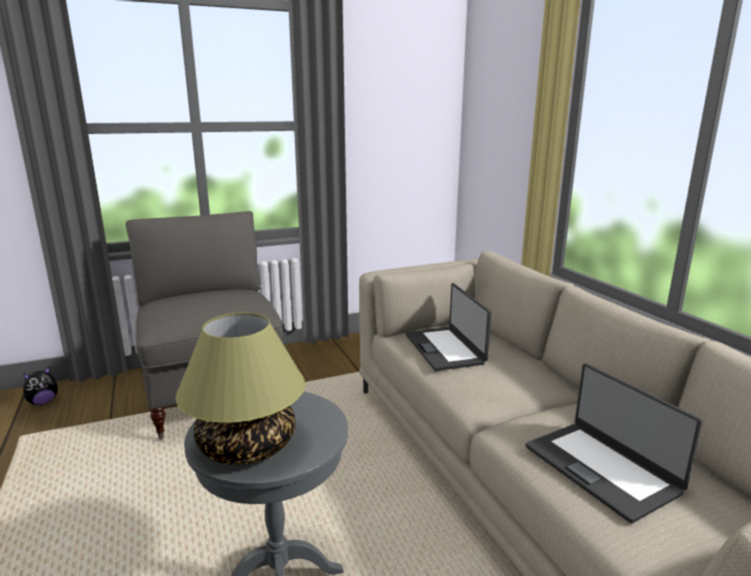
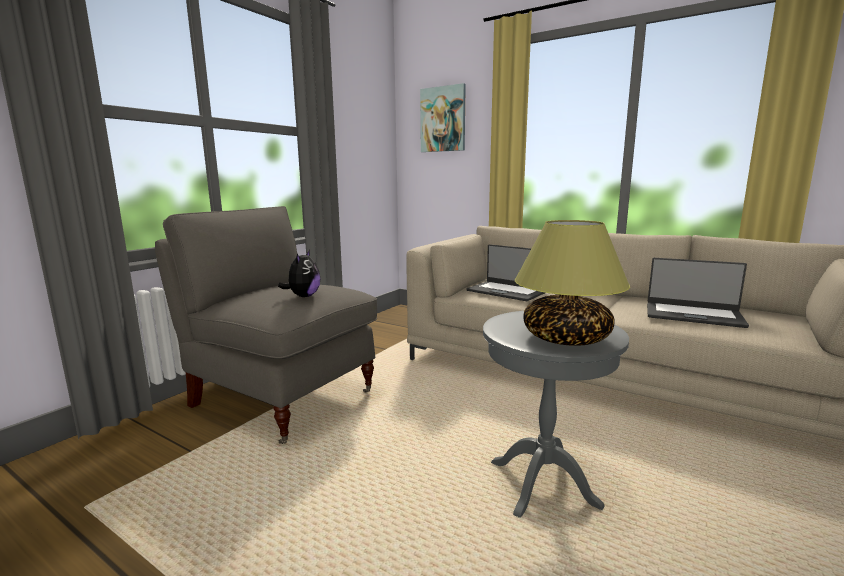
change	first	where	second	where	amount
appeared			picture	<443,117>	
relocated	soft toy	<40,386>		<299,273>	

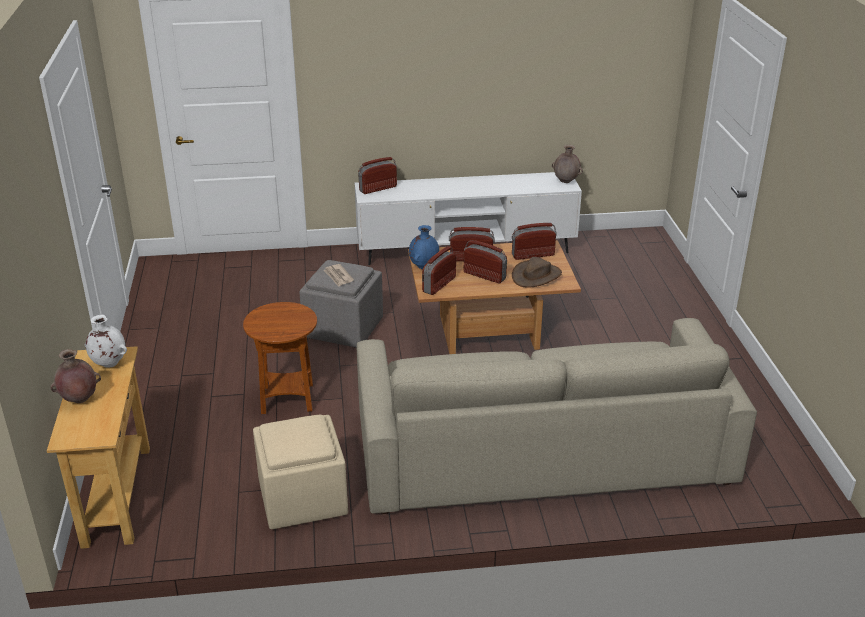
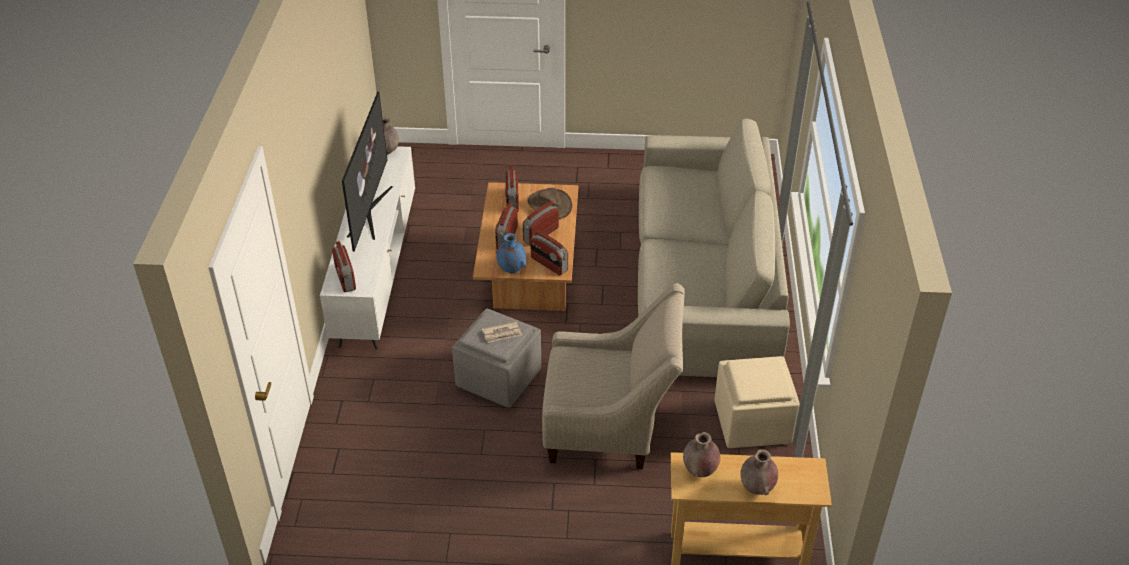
change	first	where	second	where	amount
appeared			television	<367,172>	
exchanged	brown accent table	<280,358>	sand-coloured lounge chair	<613,376>	
colour	whitish vase	<106,341>	brown vase	<701,454>	

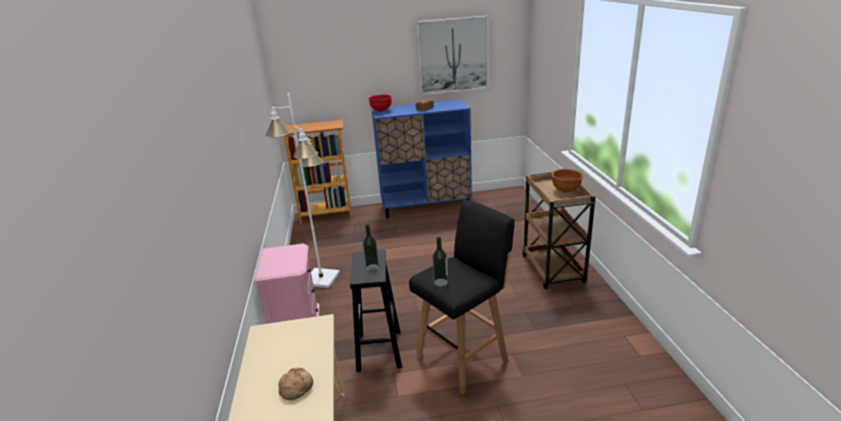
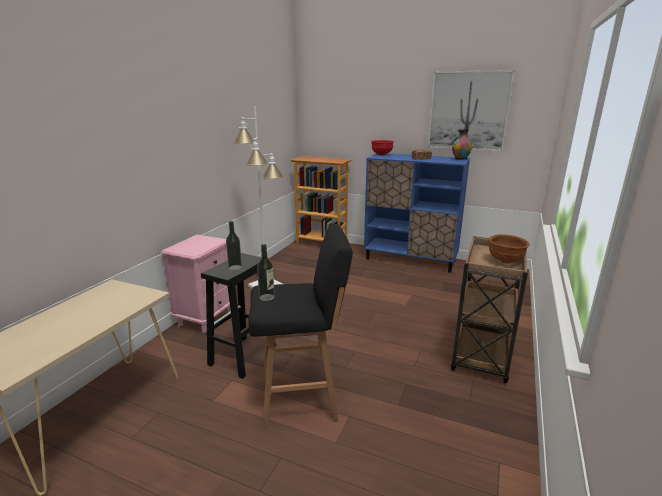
change	first	where	second	where	amount
missing	baked bread	<295,384>			
appeared			vase	<462,144>	

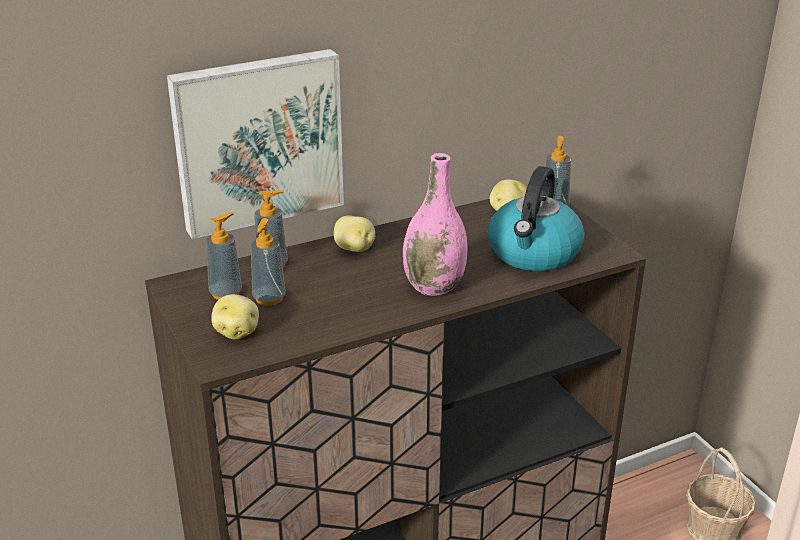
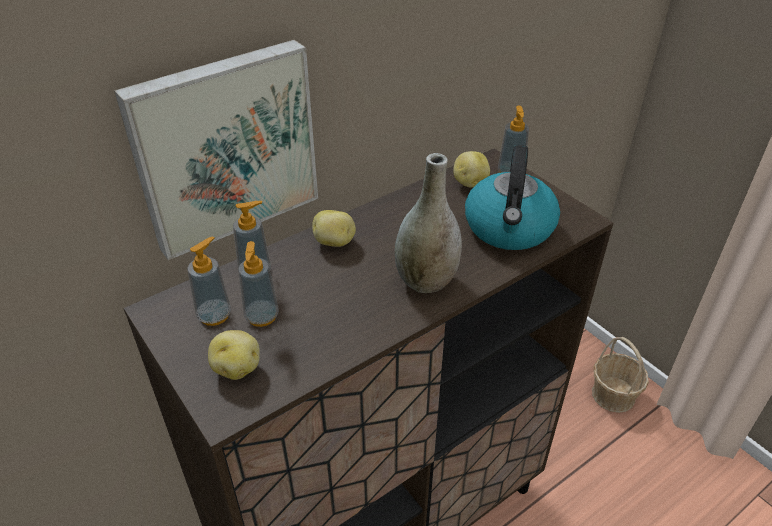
change	first	where	second	where	amount
colour	pink vase	<435,224>	gray vase	<428,223>	

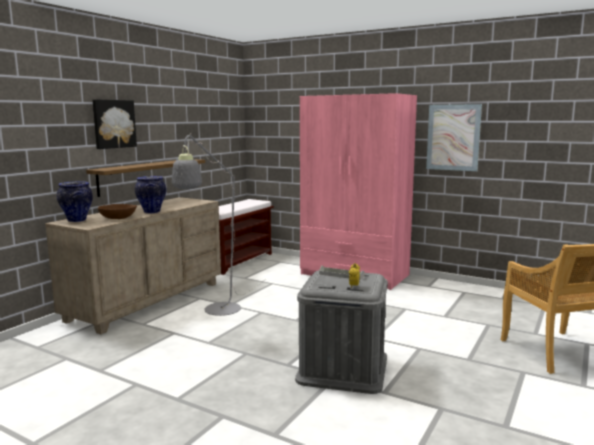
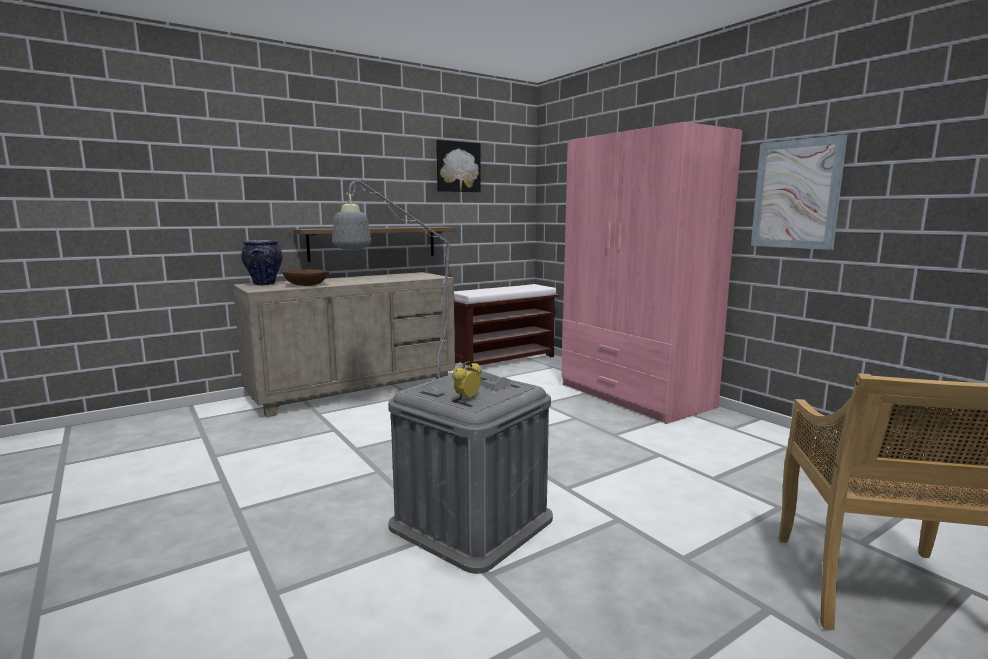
change	first	where	second	where	amount
missing	vase	<150,194>			
relocated	picture	<115,124>		<458,166>	

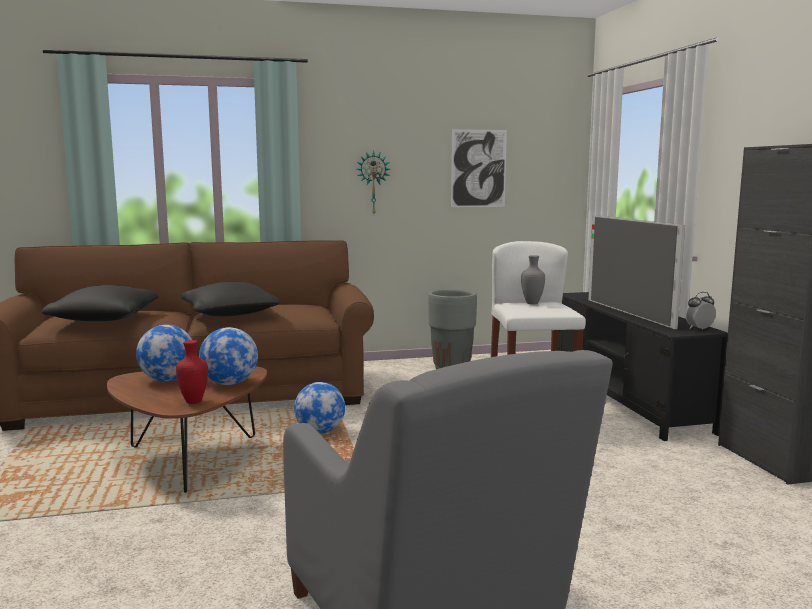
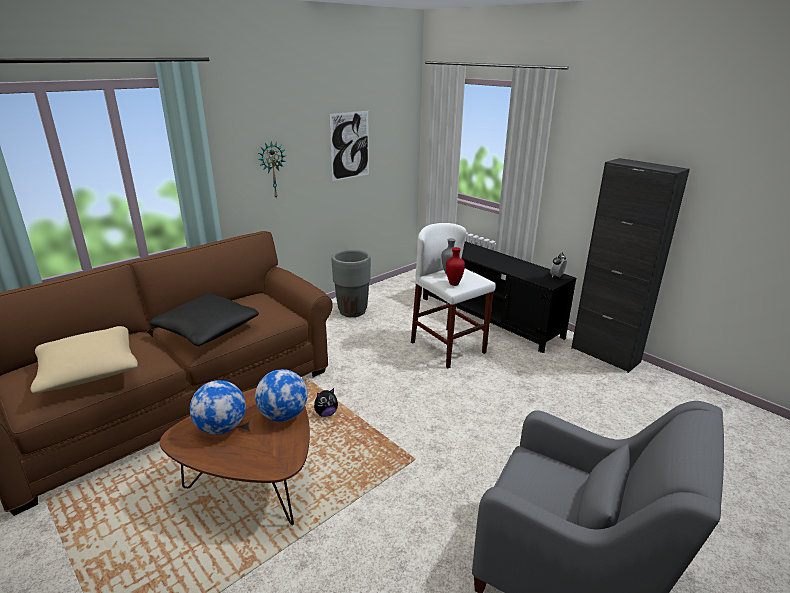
change	first	where	second	where	amount
missing	television	<636,272>			
relocated	reddish vase	<192,372>		<455,266>	
exchanged	globe	<319,408>	soft toy	<326,402>	
colour	black pillow	<100,303>	sand-coloured pillow	<84,360>	

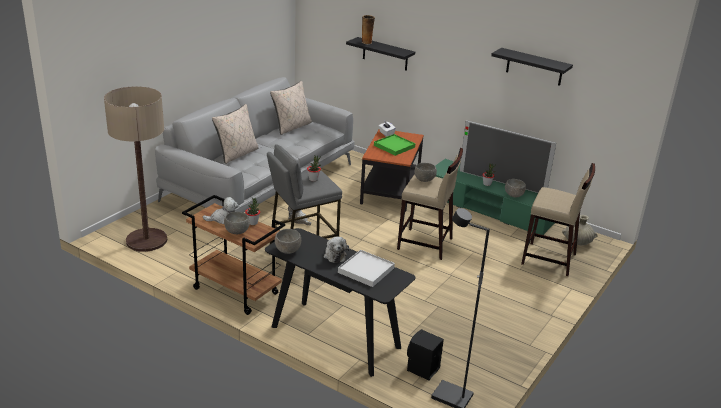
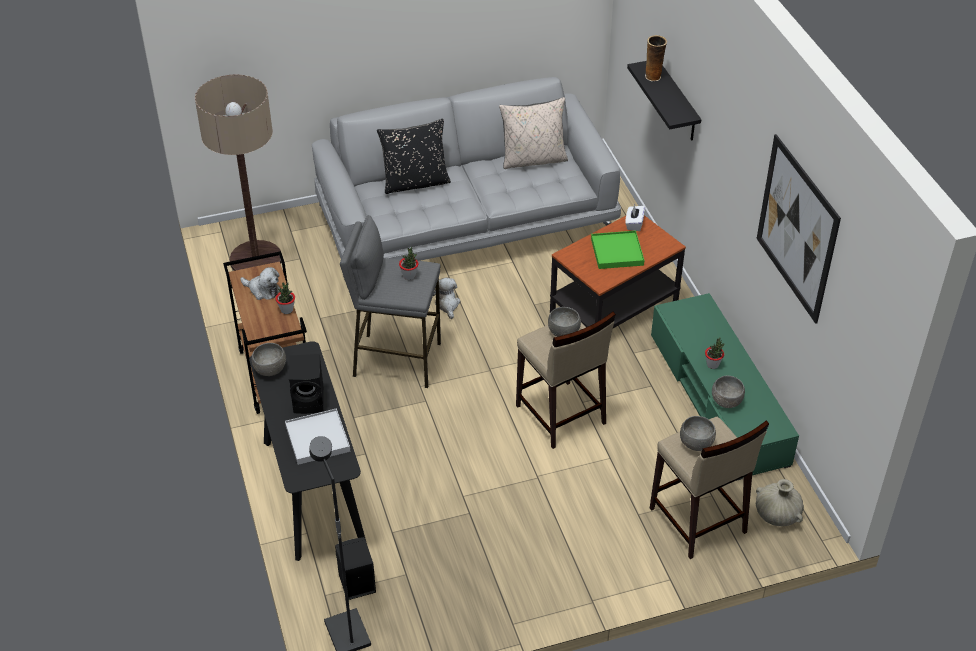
change	first	where	second	where	amount
missing	television	<508,156>			
relocated	gray serving bowl	<237,223>		<698,433>	
exchanged	soft toy	<336,250>	black audio speaker	<306,384>	
exchanged	black bracket shelf	<532,67>	picture	<799,229>	
colour	sand-coloured pillow	<235,134>	black pillow	<414,156>	

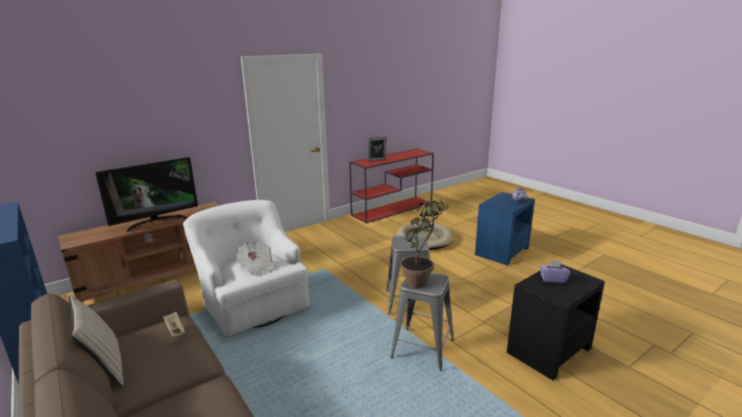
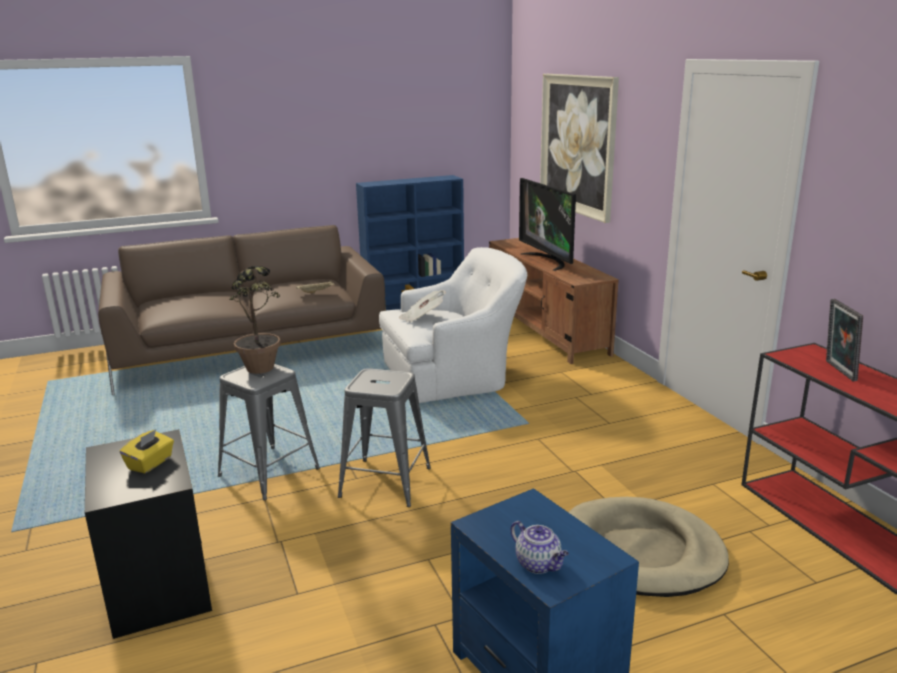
change	first	where	second	where	amount
missing	sand-coloured pillow	<96,340>			
appeared			picture	<579,148>	
colour	purple-coloured tissue holder	<555,271>	yellowish tissue holder	<147,451>	

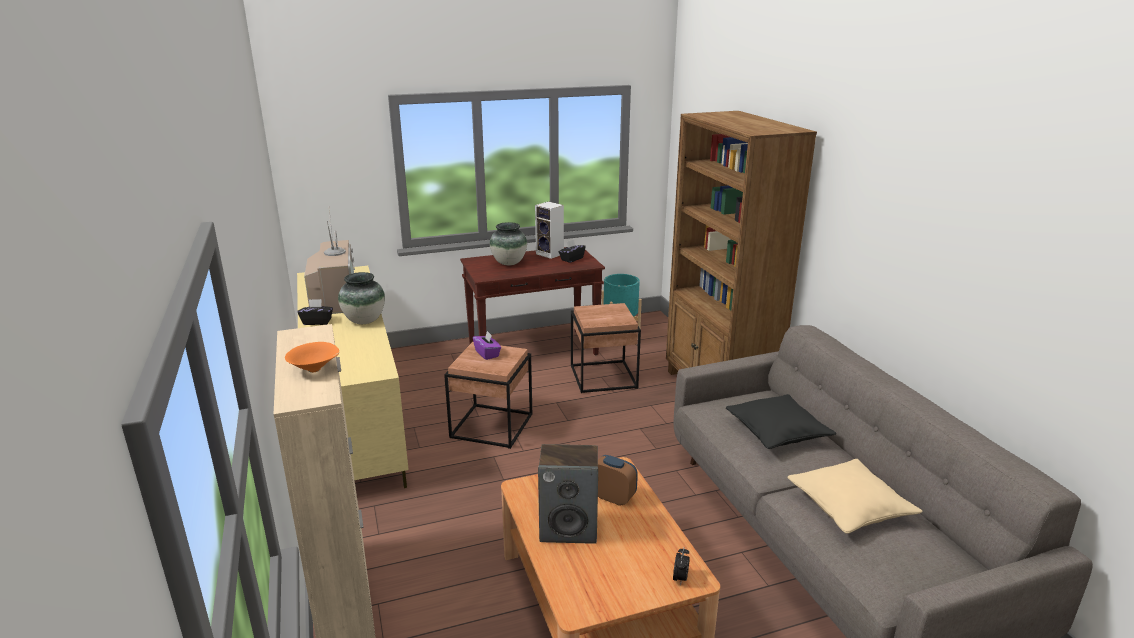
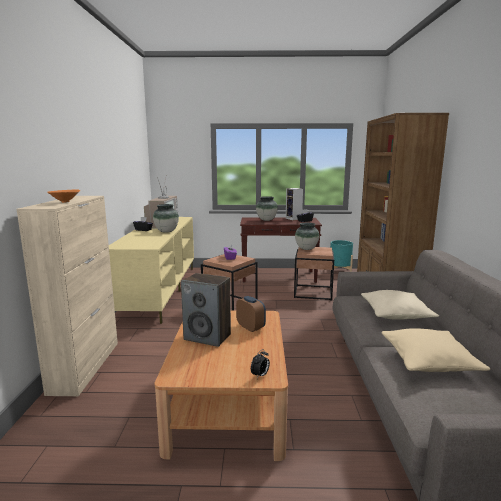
change	first	where	second	where	amount
appeared			vase	<307,236>	
colour	black pillow	<781,421>	sand-coloured pillow	<400,305>	

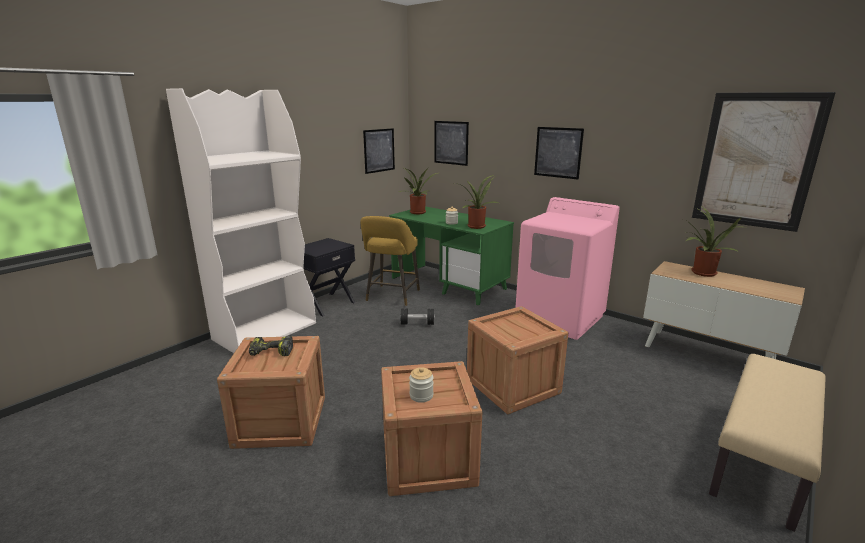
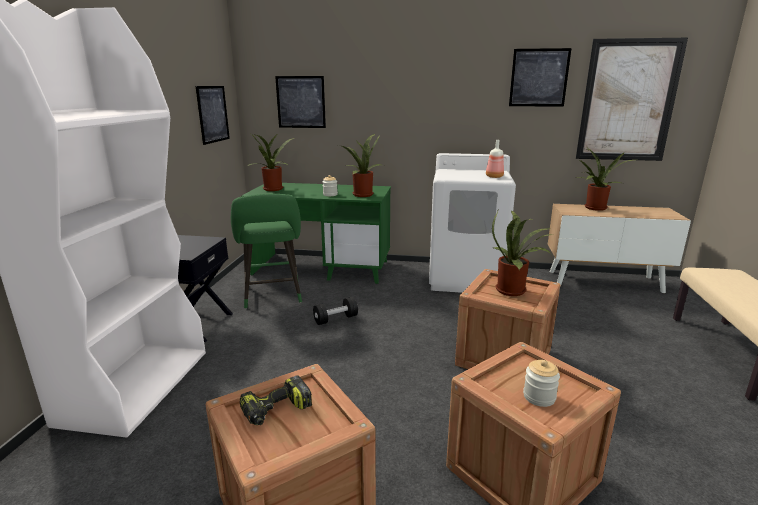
change	first	where	second	where	amount
appeared			beverage bottle	<495,159>	
appeared			plant in a pot	<522,253>	
relocated	picture	<559,153>		<540,77>	
colour	yellowish stool seat	<390,261>	green stool seat	<266,251>	
colour	pink laundry appliance	<567,268>	whitish laundry appliance	<472,223>	

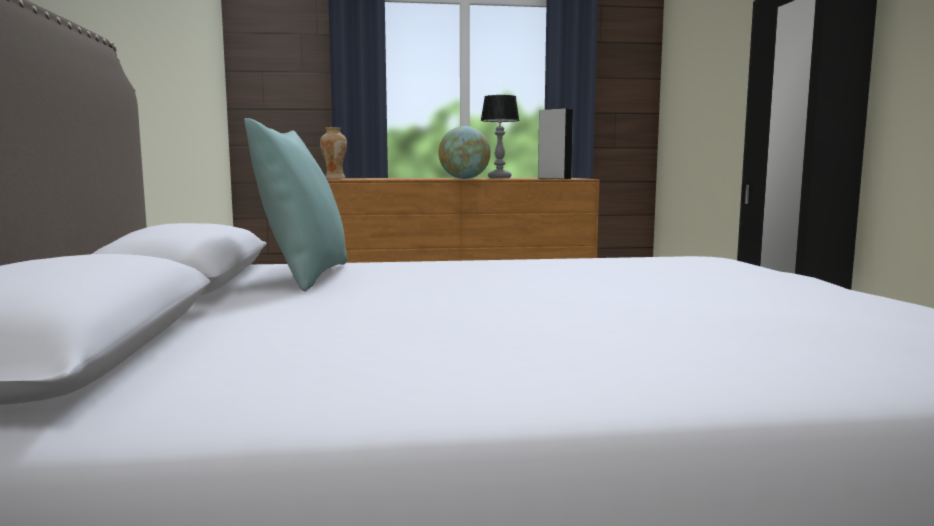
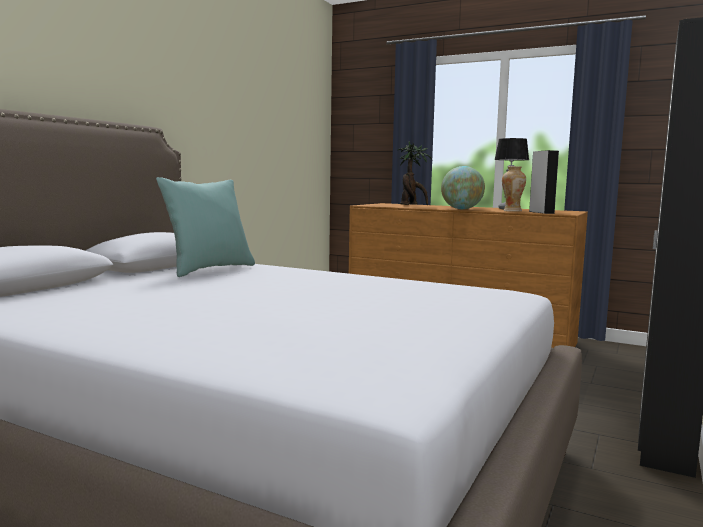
change	first	where	second	where	amount
appeared			plant in a pot	<415,173>	
relocated	vase	<333,153>		<514,189>	

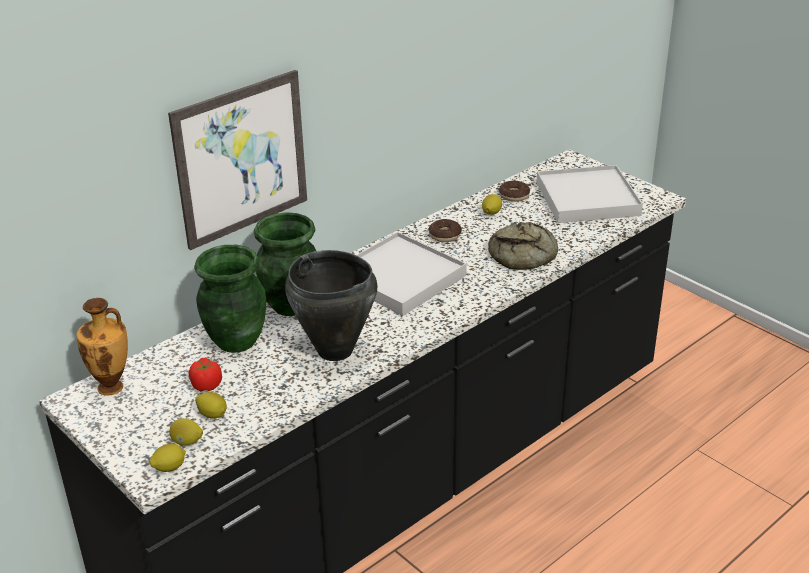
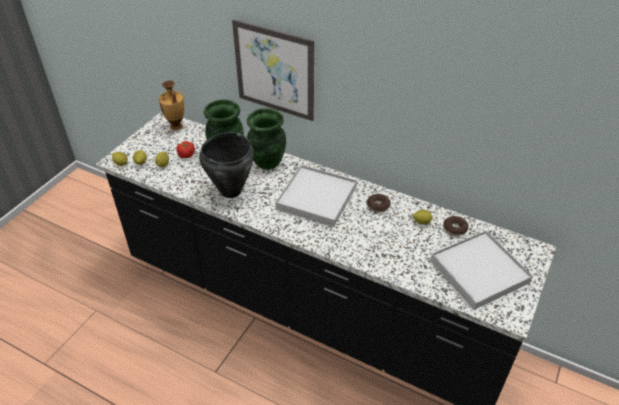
change	first	where	second	where	amount
missing	baked bread	<523,246>			

